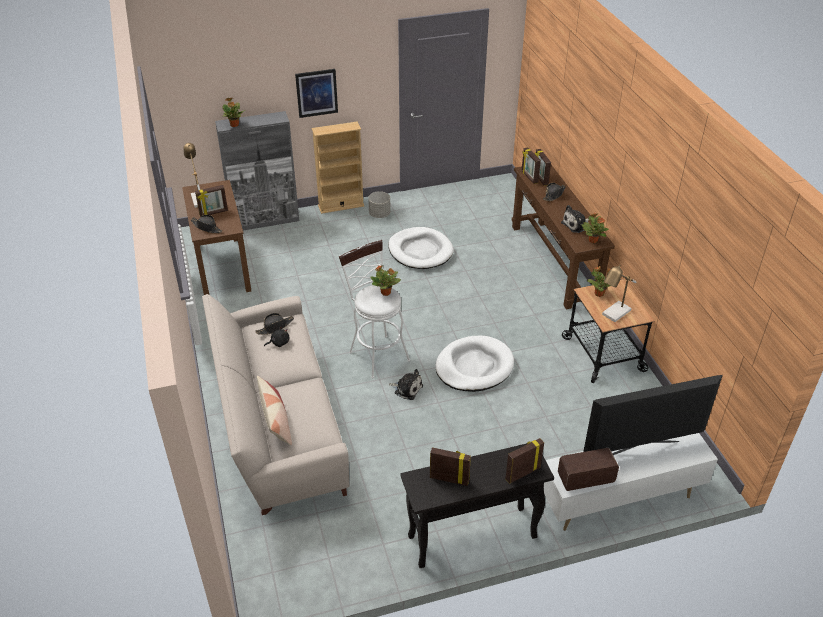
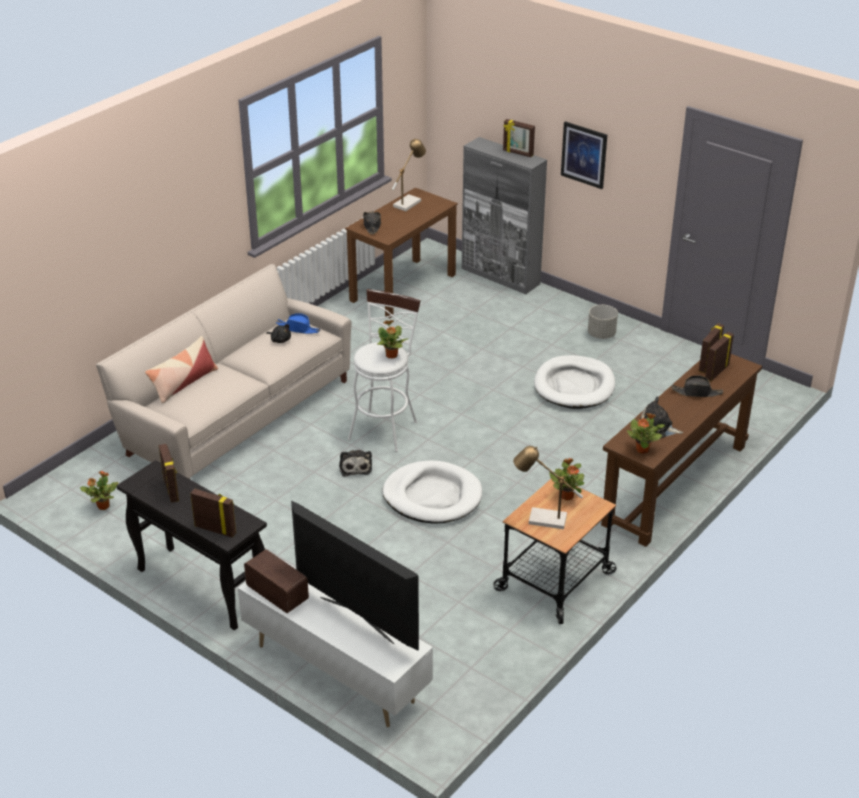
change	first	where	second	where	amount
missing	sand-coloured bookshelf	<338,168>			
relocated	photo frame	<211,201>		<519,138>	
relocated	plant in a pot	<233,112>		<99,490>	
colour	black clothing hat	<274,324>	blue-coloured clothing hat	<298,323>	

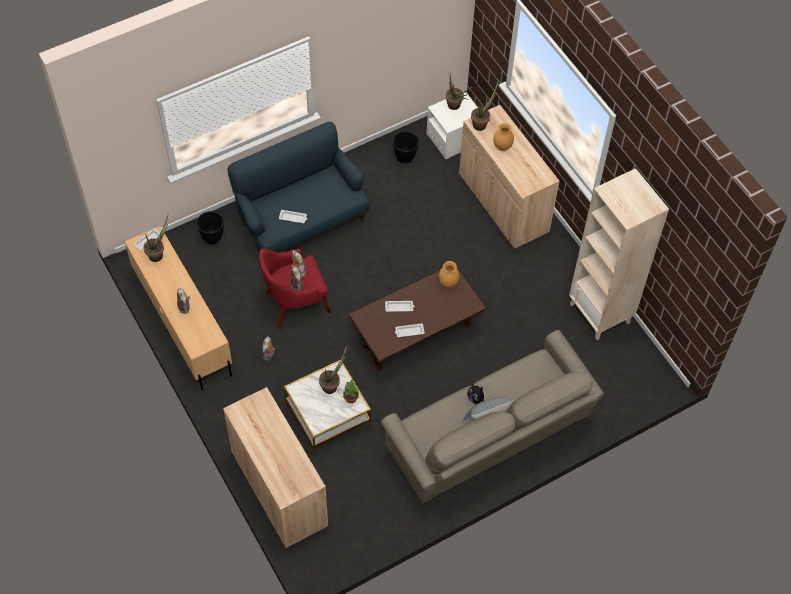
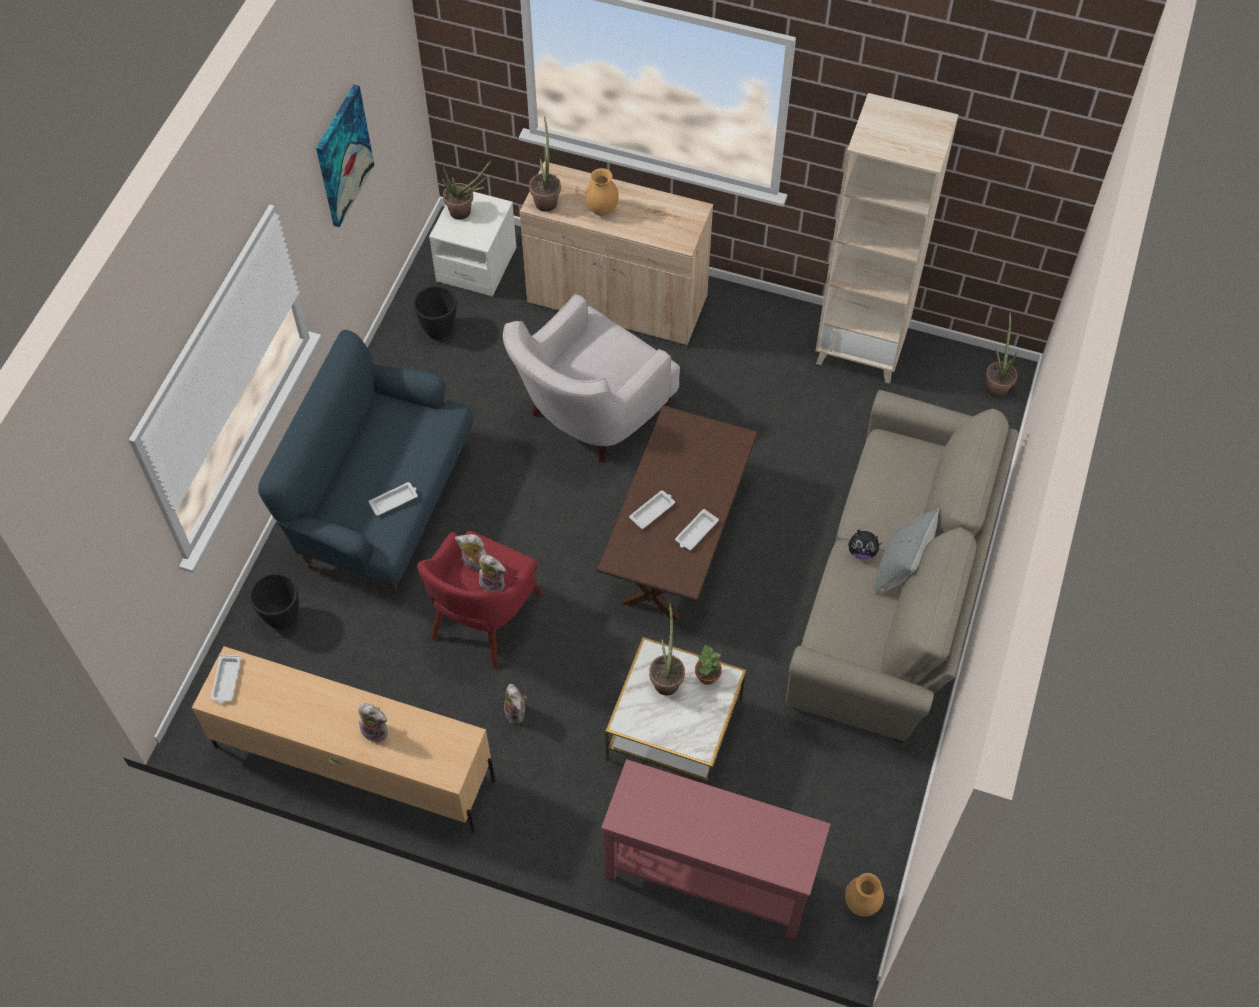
change	first	where	second	where	amount
appeared			picture	<345,156>	
appeared			whitish lounge chair	<591,378>	
relocated	plant in a pot	<155,238>		<1001,354>	
relocated	brown vase	<449,274>		<864,895>	
exchanged	sand-coloured cabinet	<275,467>	reddish console table	<715,849>	

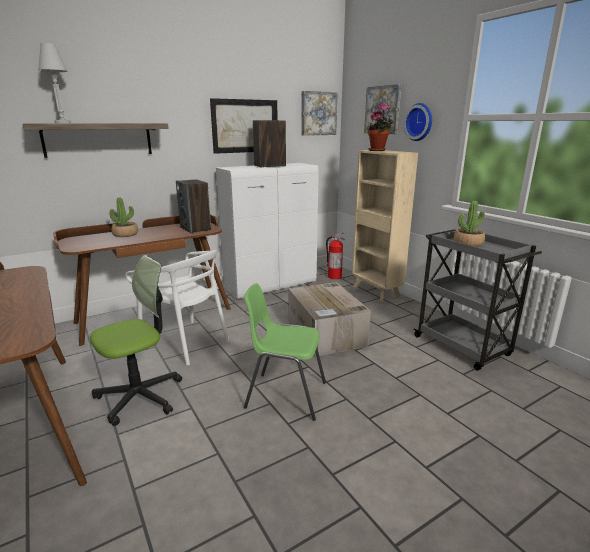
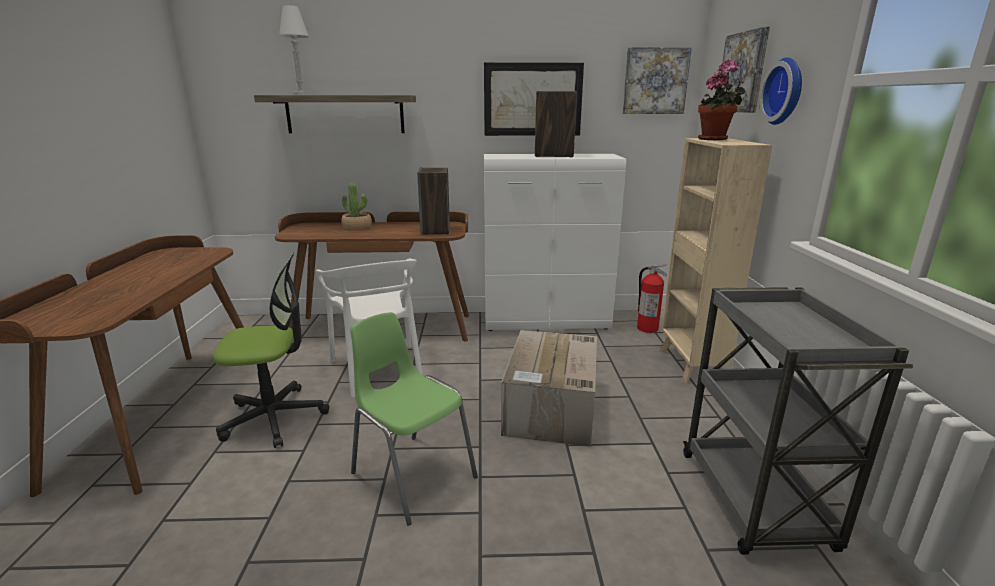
change	first	where	second	where	amount
missing	plant in a pot	<469,224>			

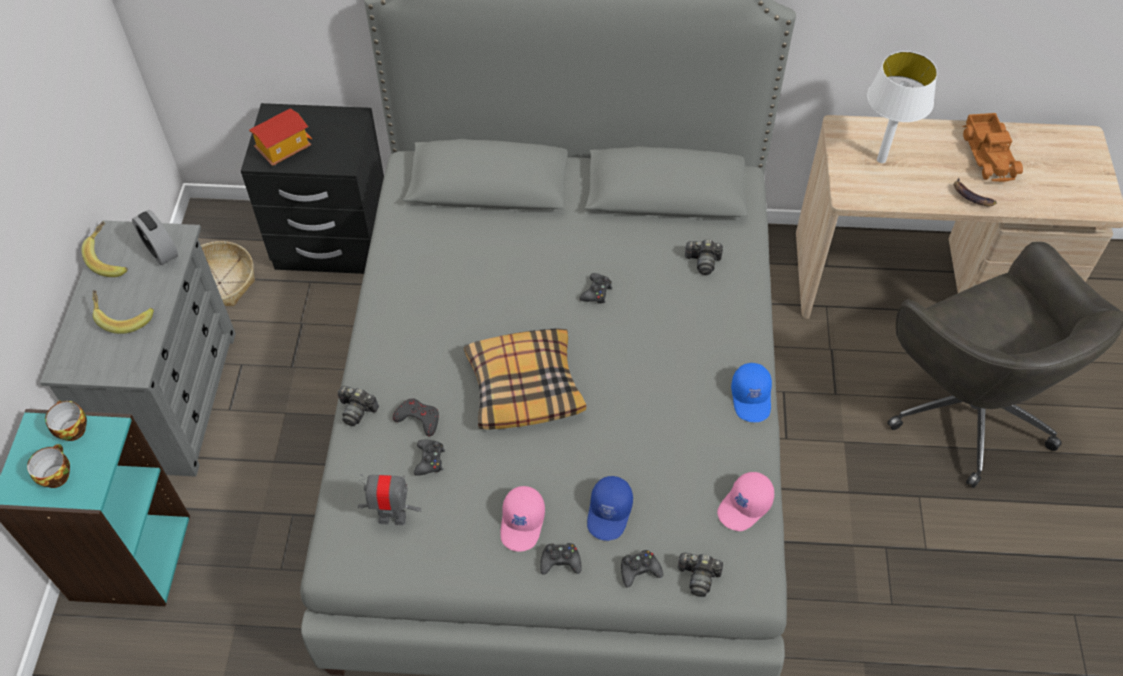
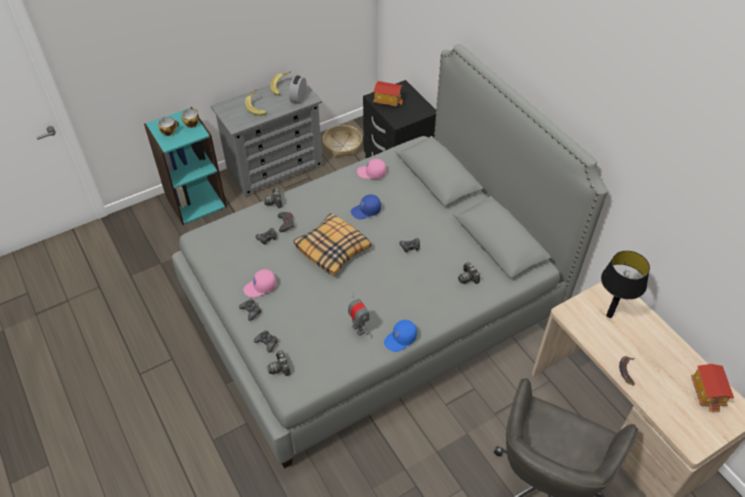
change	first	where	second	where	amount
missing	model truck	<992,147>			
appeared			toy house	<712,388>	
relocated	model robot	<389,499>		<358,314>	
relocated	blue-coloured baseball cap	<610,508>		<366,206>	
relocated	pink baseball cap	<745,501>		<371,169>	
colour	whitish tabletop lamp	<902,107>	black tabletop lamp	<625,284>	

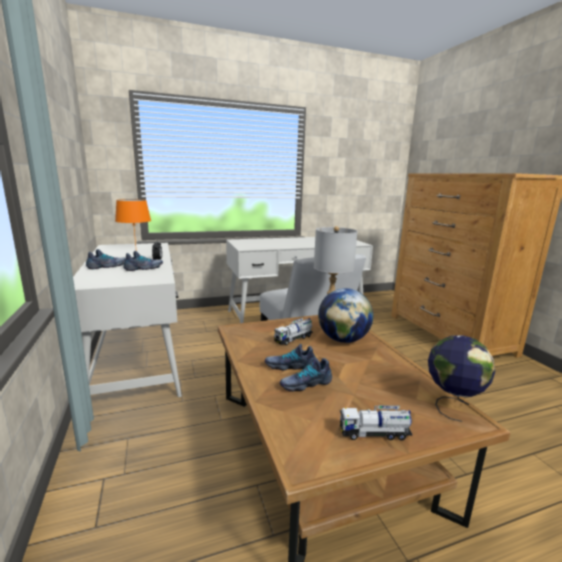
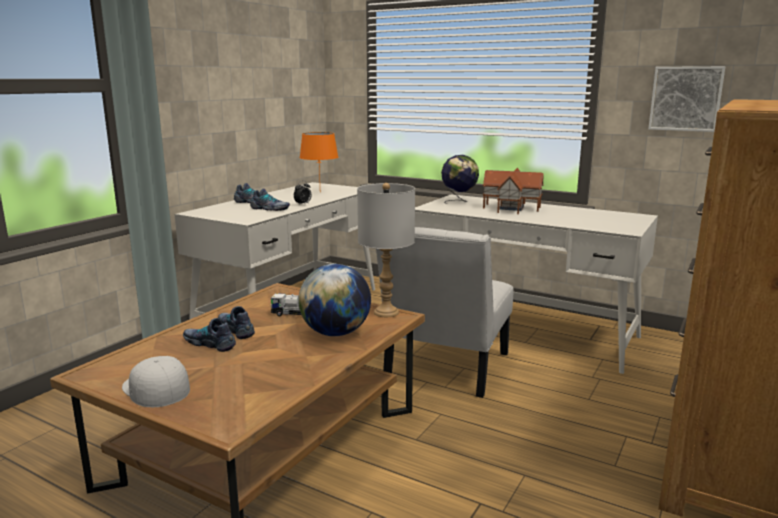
change	first	where	second	where	amount
appeared			toy house	<513,191>	
appeared			picture	<686,99>	
relocated	globe	<461,378>		<460,179>	
exchanged	model truck	<376,422>	whitish baseball cap	<156,381>	

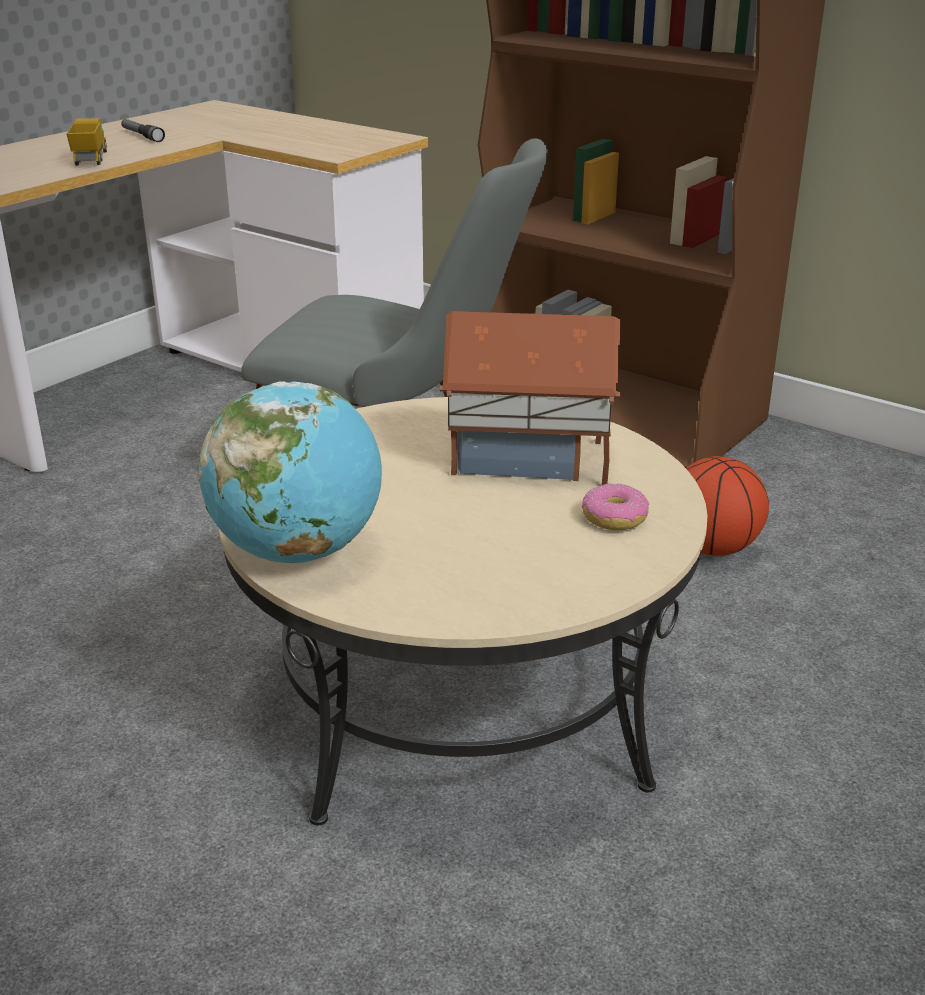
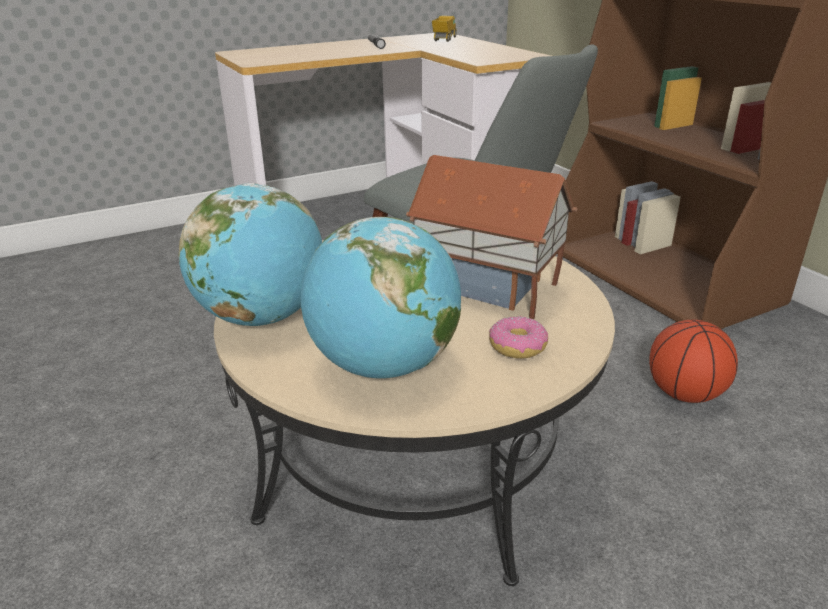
change	first	where	second	where	amount
appeared			globe	<380,297>	
relocated	model truck	<86,142>		<444,29>	

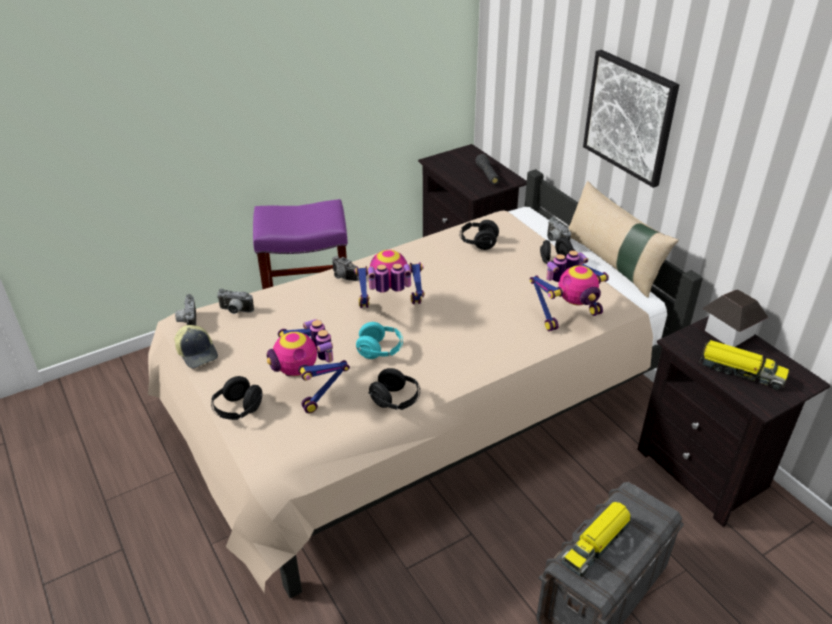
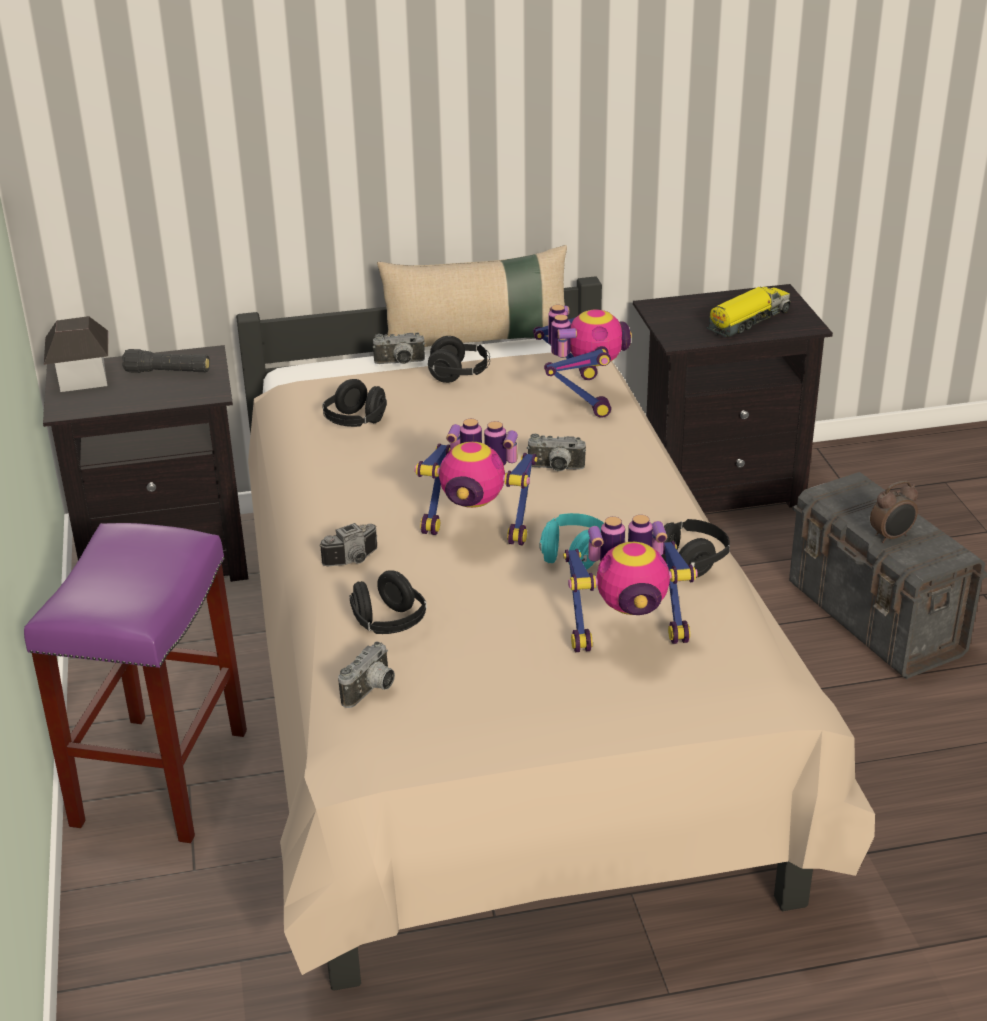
change	first	where	second	where	amount
missing	baseball cap	<196,347>			
missing	picture	<631,119>			
relocated	photo camera	<185,309>		<556,452>	
relocated	black pair of headphones	<236,398>		<388,602>	
relocated	toy house	<735,318>		<76,354>	
exchanged	model truck	<596,539>	table clock	<894,512>	
spun	model robot	<389,279>		<475,482>	90 degrees counterclockwise

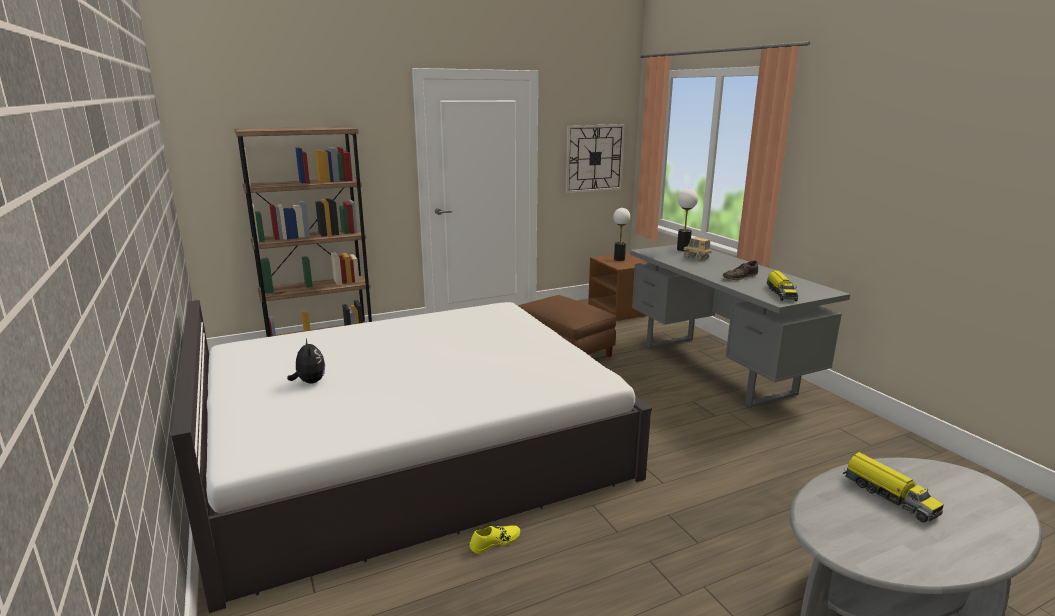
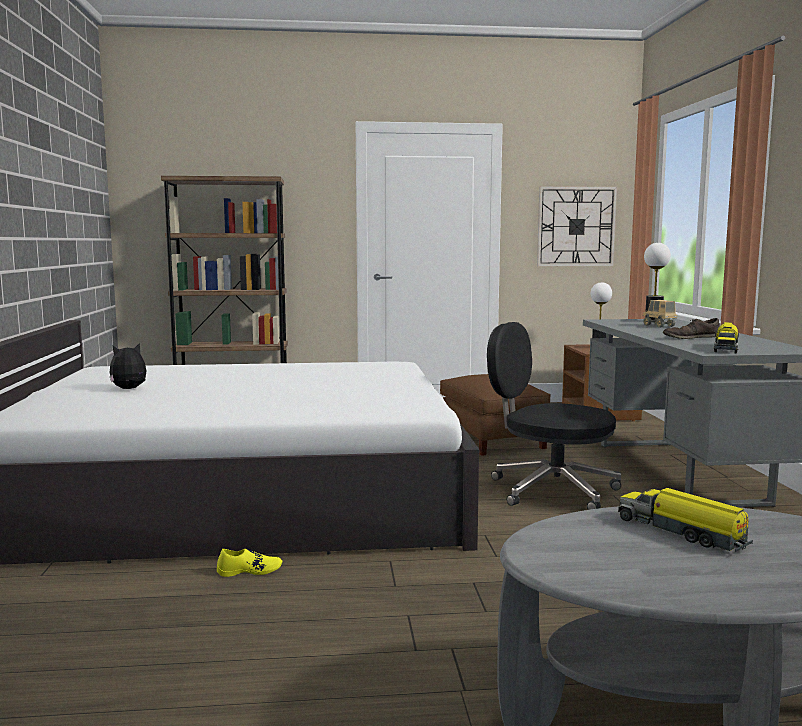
change	first	where	second	where	amount
appeared			black computer chair	<554,416>	
spun	soft toy	<306,361>		<128,366>	120 degrees counterclockwise
spun	model truck	<893,487>		<685,519>	150 degrees clockwise

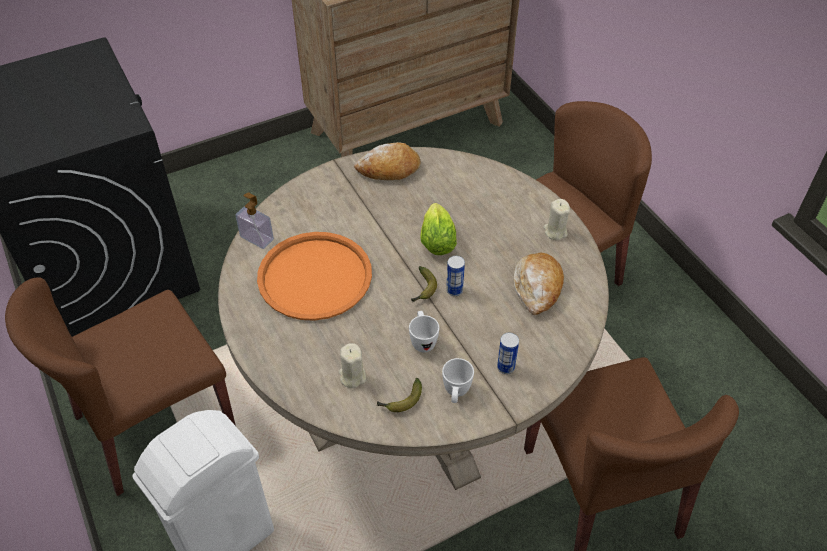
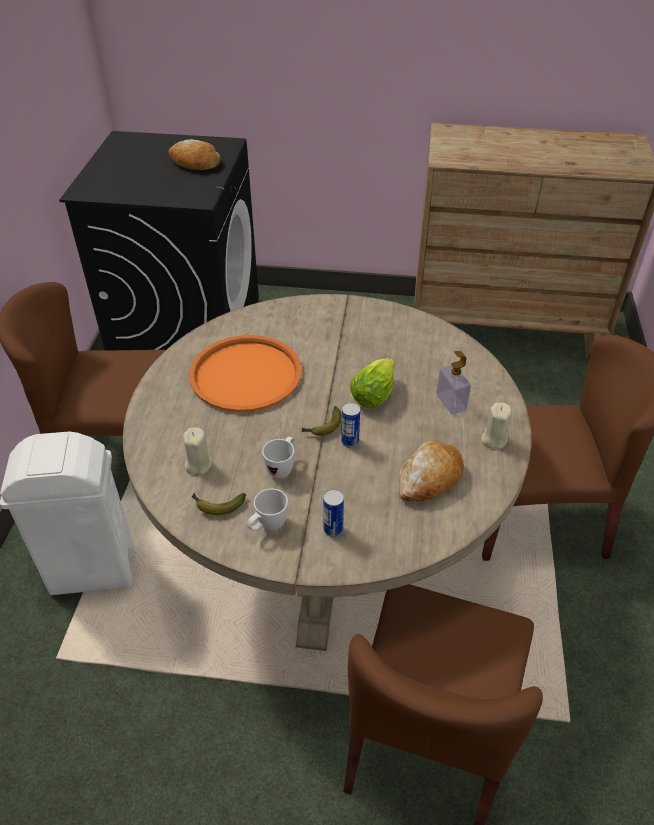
change	first	where	second	where	amount
relocated	liquid soap bottle	<254,221>		<454,382>	
relocated	baked bread	<387,161>		<195,154>	

